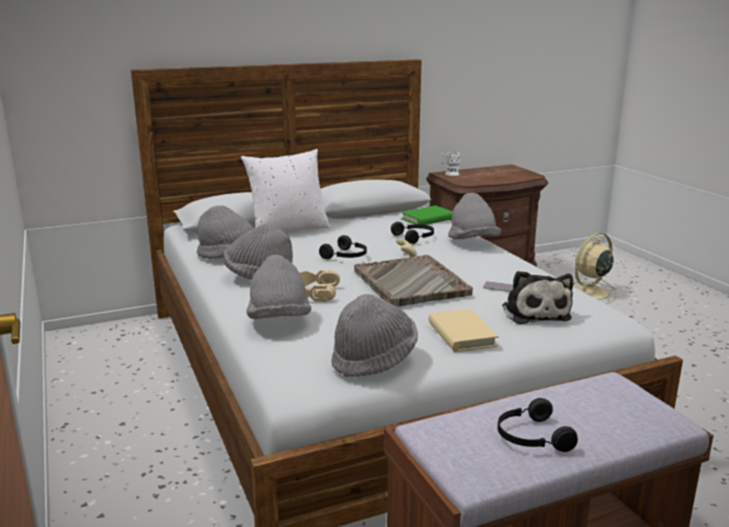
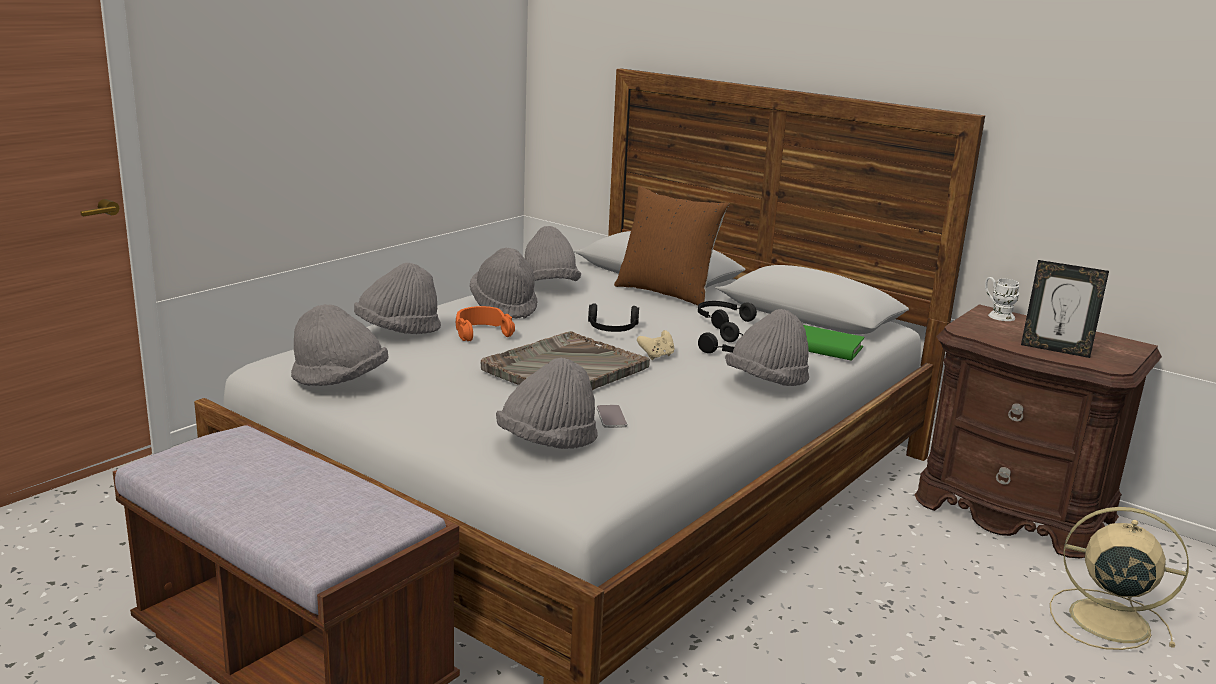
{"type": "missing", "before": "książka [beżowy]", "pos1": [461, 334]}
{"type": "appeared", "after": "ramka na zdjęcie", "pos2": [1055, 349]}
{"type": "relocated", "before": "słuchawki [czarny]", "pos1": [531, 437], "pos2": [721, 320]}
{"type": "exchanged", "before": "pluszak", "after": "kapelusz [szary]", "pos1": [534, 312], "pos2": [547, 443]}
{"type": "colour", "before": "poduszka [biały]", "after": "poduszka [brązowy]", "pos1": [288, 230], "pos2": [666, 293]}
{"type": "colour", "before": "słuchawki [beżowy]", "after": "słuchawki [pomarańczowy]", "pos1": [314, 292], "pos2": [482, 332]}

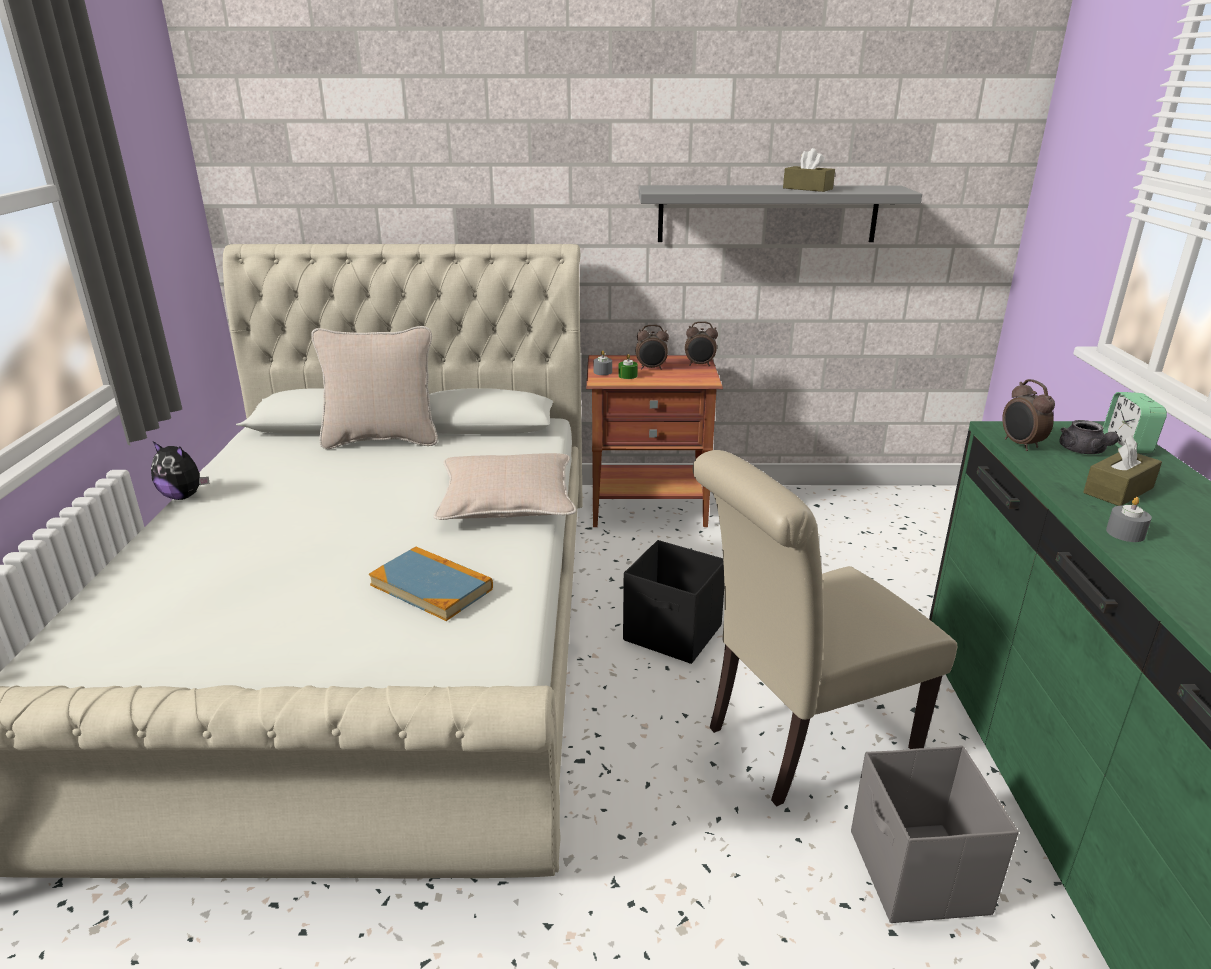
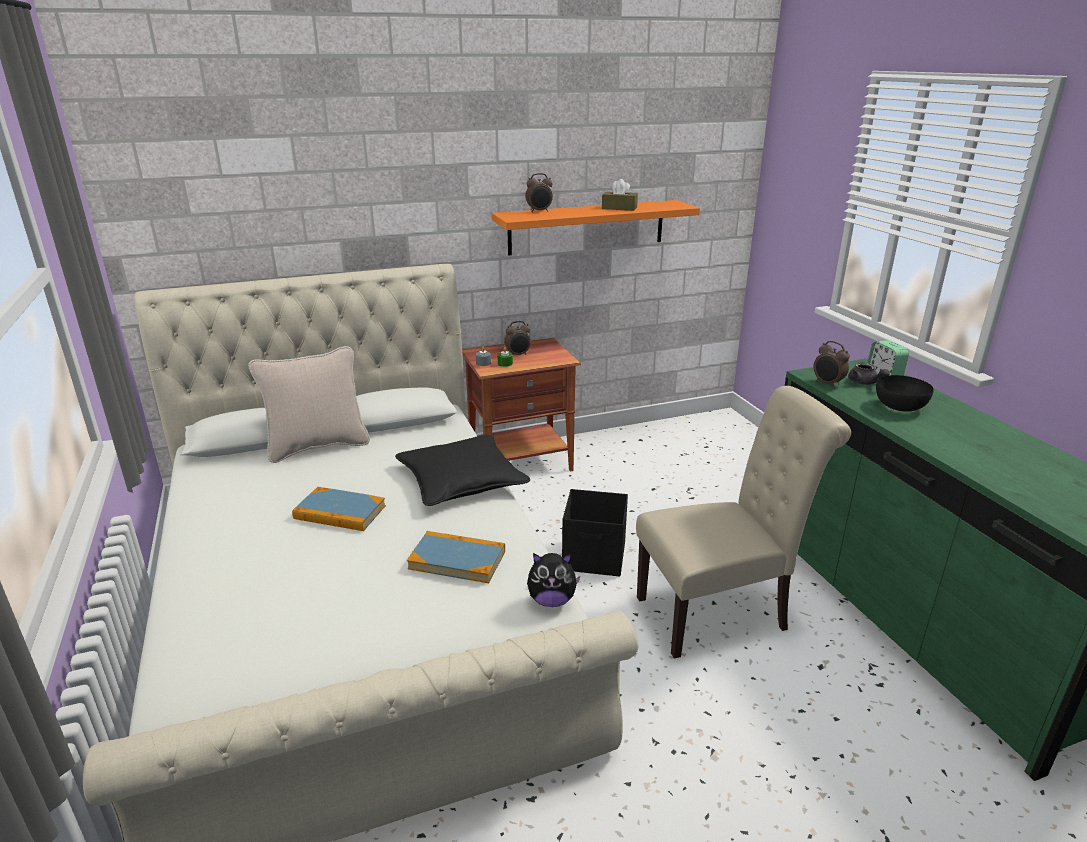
{"type": "missing", "before": "pojemnik do przechowywania [szary]", "pos1": [917, 874]}
{"type": "missing", "before": "świeca [szary]", "pos1": [1125, 533]}
{"type": "appeared", "after": "książka", "pos2": [340, 512]}
{"type": "relocated", "before": "pluszak", "pos1": [184, 496], "pos2": [552, 600]}
{"type": "relocated", "before": "budzik", "pos1": [700, 365], "pos2": [539, 211]}
{"type": "exchanged", "before": "pudełko chusteczek [brązowy]", "after": "miska [czarny]", "pos1": [1118, 490], "pos2": [900, 406]}
{"type": "colour", "before": "poduszka [beżowy]", "after": "poduszka [czarny]", "pos1": [507, 499], "pos2": [461, 479]}
{"type": "colour", "before": "półka [szary]", "after": "półka [pomarańczowy]", "pos1": [767, 214], "pos2": [587, 227]}
{"type": "spun", "before": "krzesło [beżowy]", "pos1": [800, 741], "pos2": [720, 612], "turn": -150}

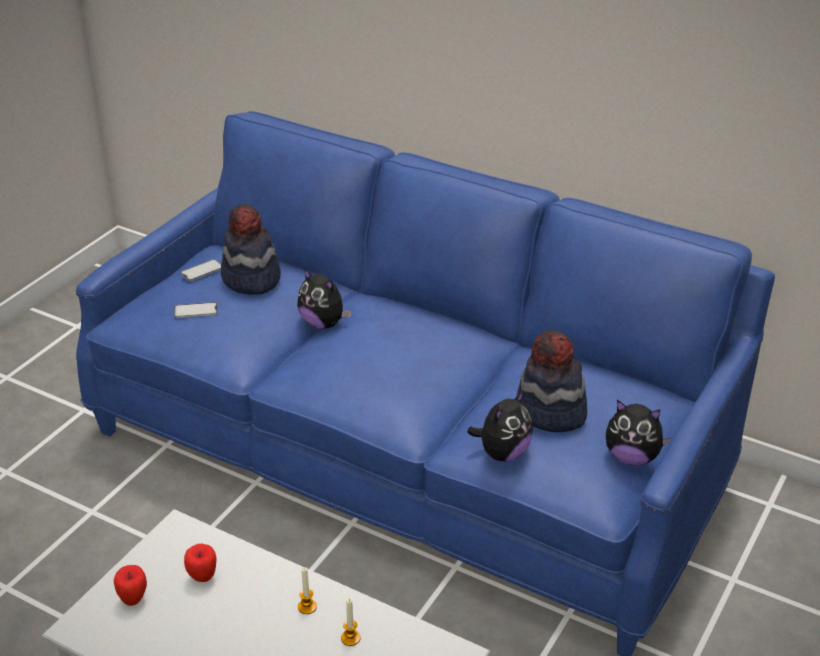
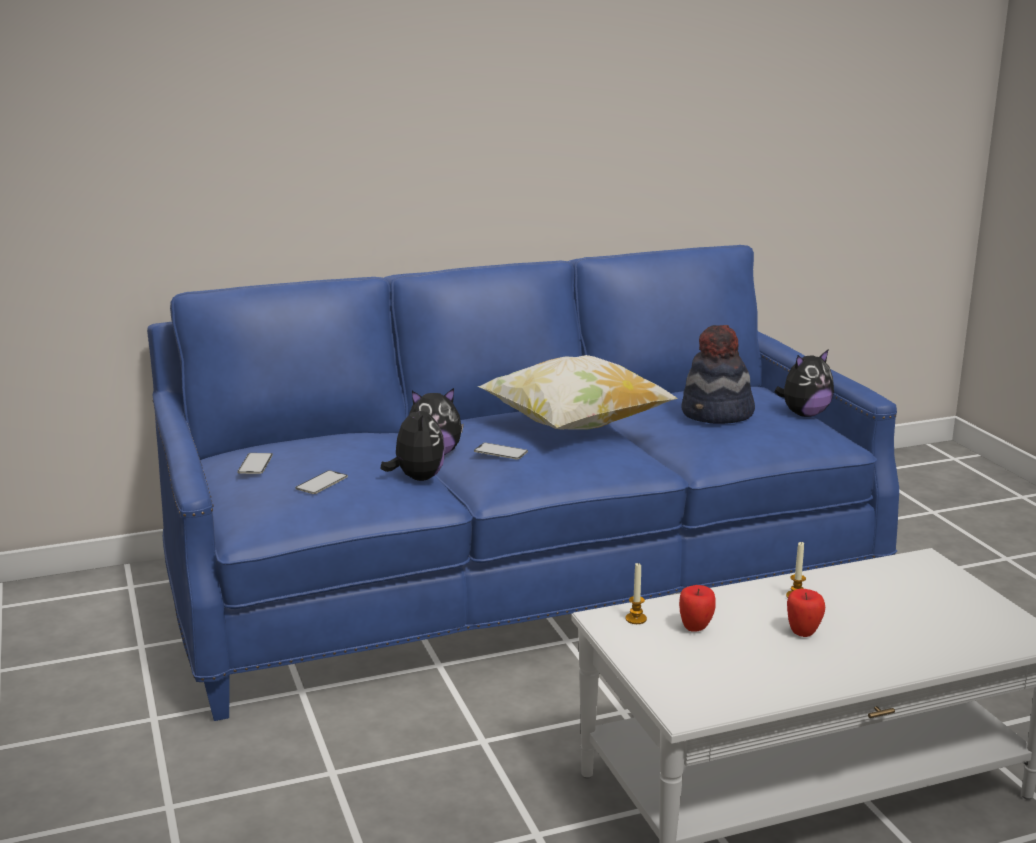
{"type": "missing", "before": "kapelusz", "pos1": [251, 279]}
{"type": "appeared", "after": "telefon", "pos2": [500, 451]}
{"type": "appeared", "after": "poduszka", "pos2": [575, 427]}
{"type": "relocated", "before": "jabłko", "pos1": [133, 600], "pos2": [803, 632]}
{"type": "relocated", "before": "świeca", "pos1": [350, 638], "pos2": [636, 619]}
{"type": "relocated", "before": "pluszak", "pos1": [502, 453], "pos2": [417, 478]}

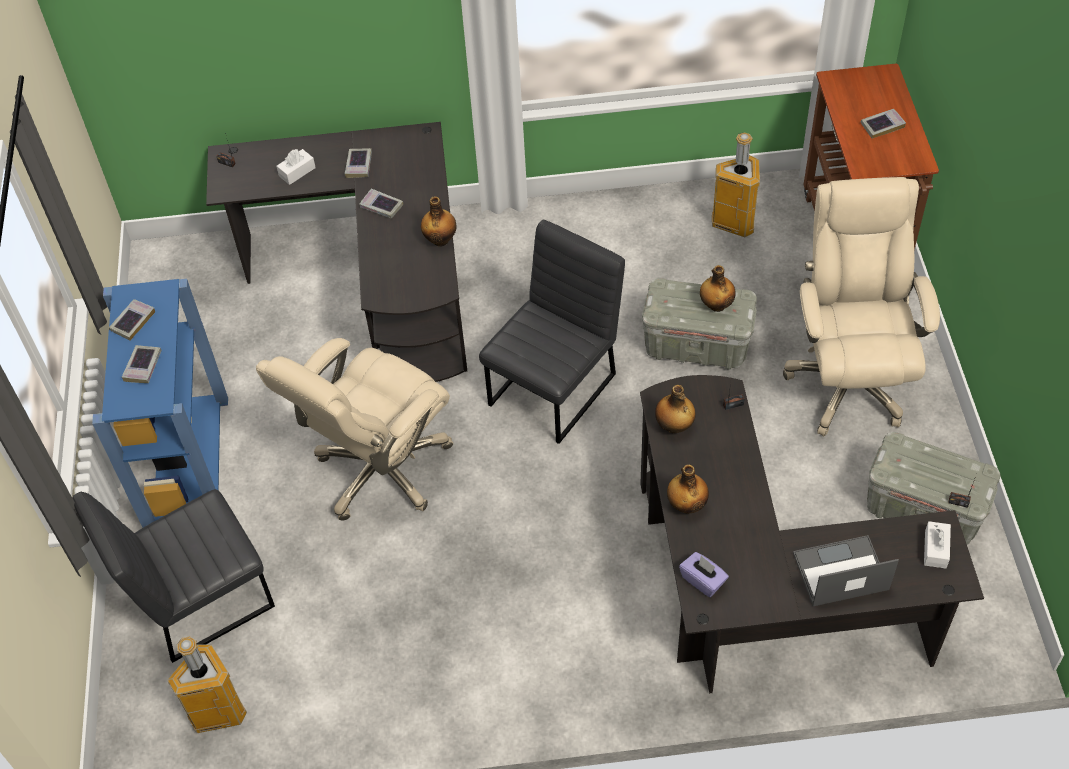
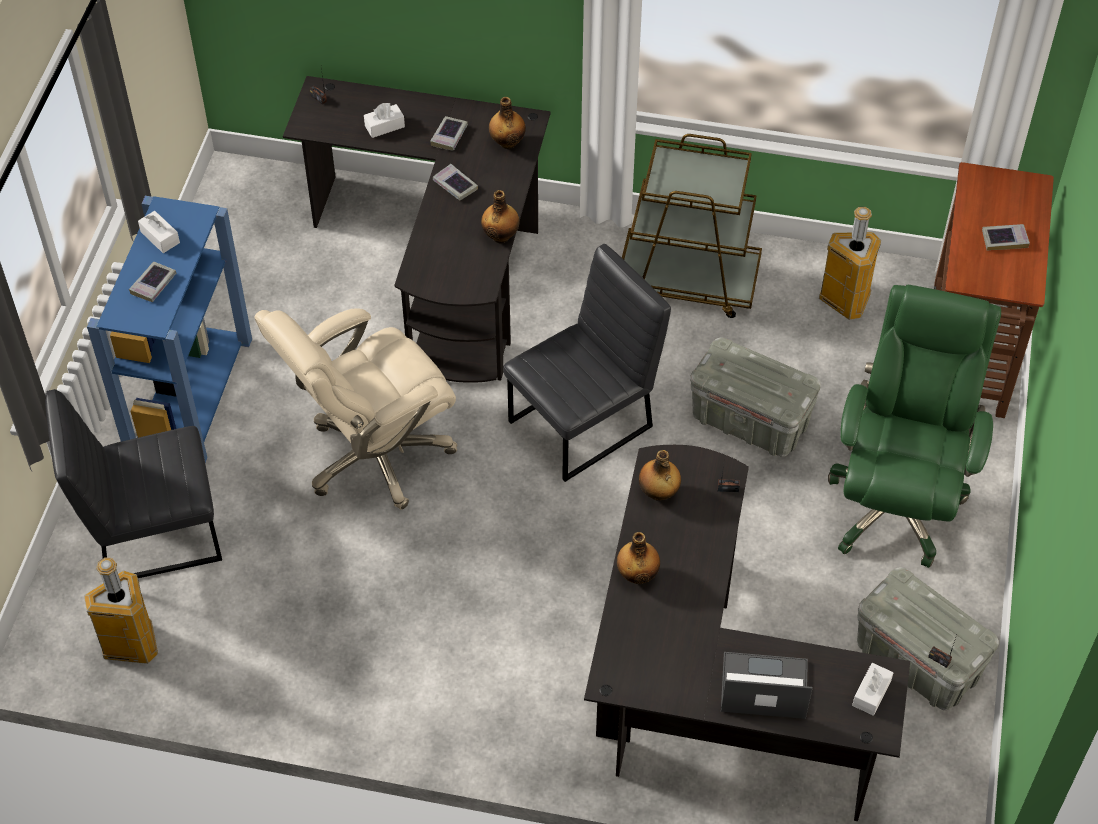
{"type": "missing", "before": "pudełko chusteczek [fioletowy]", "pos1": [703, 580]}
{"type": "appeared", "after": "wózek [brązowy]", "pos2": [688, 281]}
{"type": "relocated", "before": "butelka", "pos1": [716, 305], "pos2": [507, 142]}
{"type": "exchanged", "before": "książka", "after": "pudełko chusteczek [biały]", "pos1": [133, 321], "pos2": [160, 237]}
{"type": "colour", "before": "krzesło biurowe [beżowy]", "after": "krzesło biurowe [zielony]", "pos1": [849, 379], "pos2": [897, 503]}

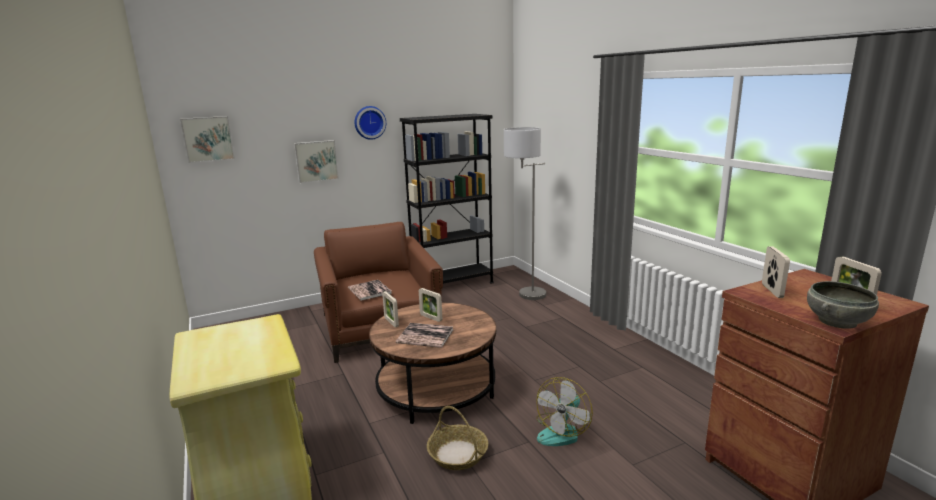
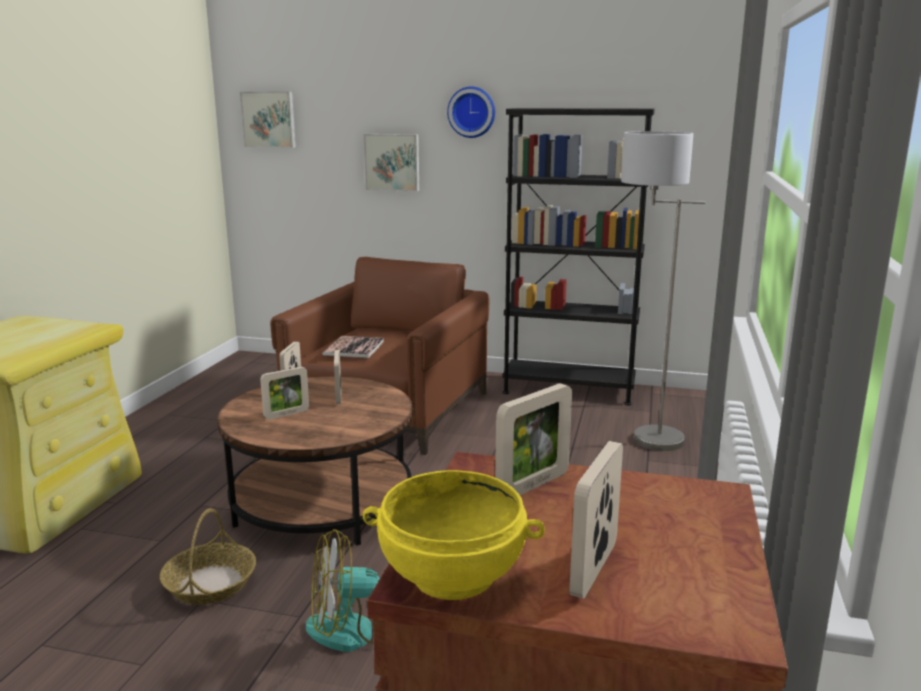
{"type": "exchanged", "before": "książka", "after": "ramka na zdjęcie", "pos1": [425, 336], "pos2": [286, 414]}
{"type": "colour", "before": "miska [szary]", "after": "miska [żółty]", "pos1": [836, 321], "pos2": [453, 574]}

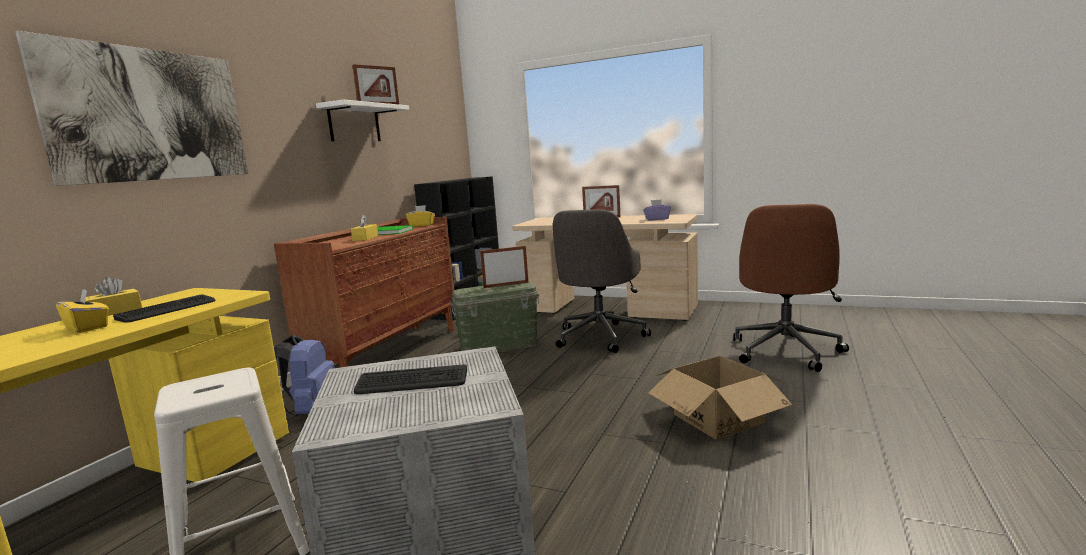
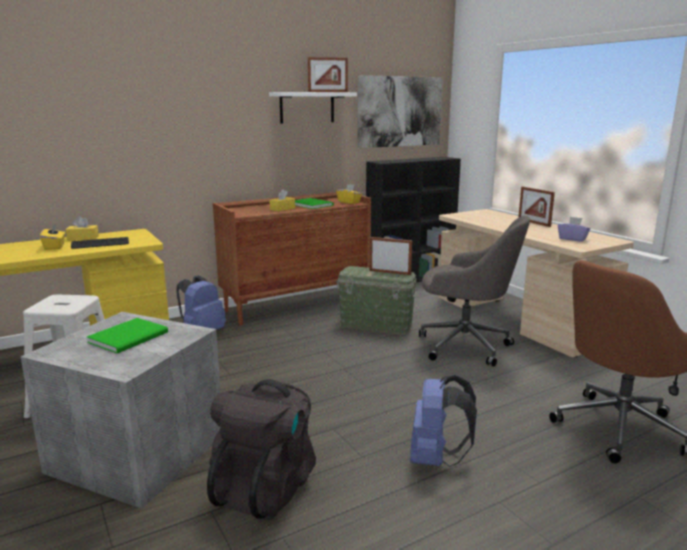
{"type": "appeared", "after": "plecak [czarny]", "pos2": [266, 487]}
{"type": "relocated", "before": "obraz", "pos1": [150, 115], "pos2": [400, 111]}
{"type": "exchanged", "before": "klawiatura", "after": "książka [zielony]", "pos1": [412, 382], "pos2": [131, 337]}
{"type": "exchanged", "before": "karton", "after": "plecak [niebieski]", "pos1": [718, 418], "pos2": [436, 459]}
{"type": "spun", "before": "krzesło biurowe [szary]", "pos1": [600, 337], "pos2": [465, 346], "turn": -120}

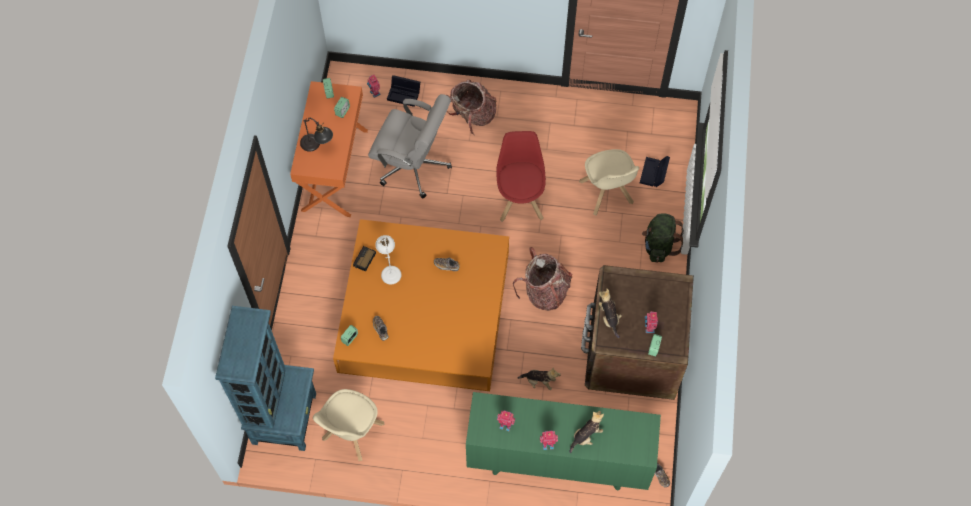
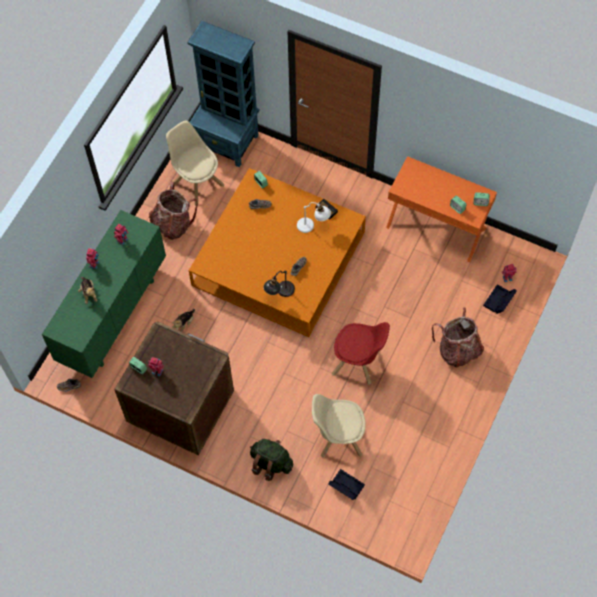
{"type": "missing", "before": "krzesło biurowe [szary]", "pos1": [413, 166]}
{"type": "missing", "before": "pluszak", "pos1": [609, 317]}
{"type": "relocated", "before": "lampa stołowa [szary]", "pos1": [318, 146], "pos2": [280, 293]}
{"type": "relocated", "before": "plecak", "pos1": [544, 292], "pos2": [173, 223]}

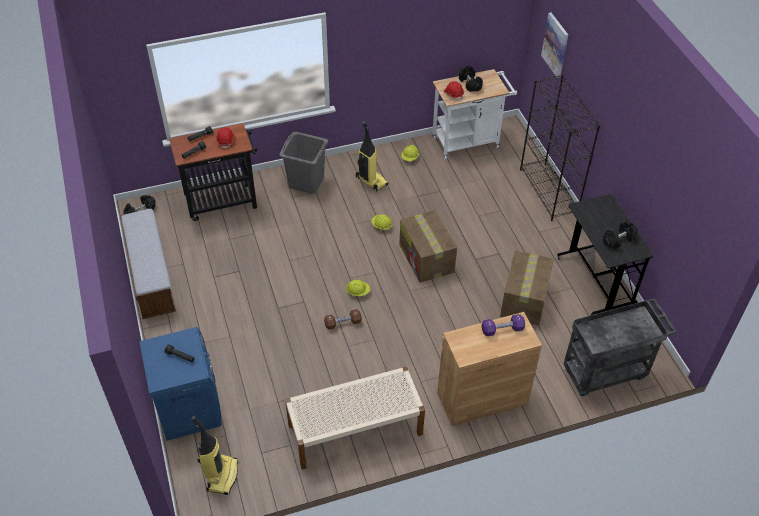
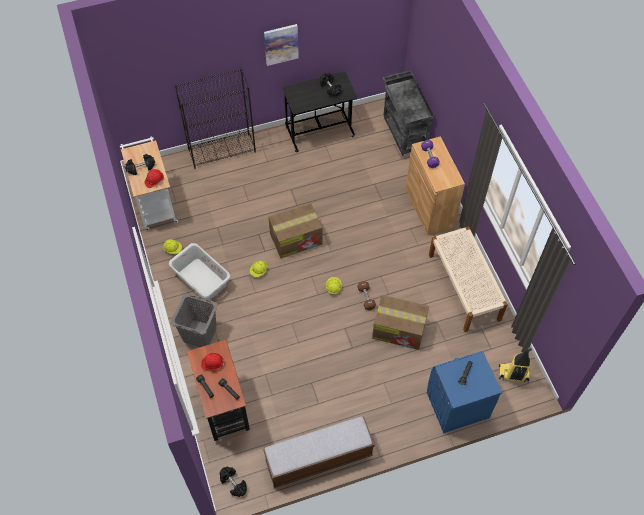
{"type": "relocated", "before": "karton", "pos1": [524, 300], "pos2": [399, 330]}
{"type": "relocated", "before": "obraz", "pos1": [555, 45], "pos2": [281, 44]}
{"type": "exchanged", "before": "odkurzacz", "after": "kosz na pranie [szary]", "pos1": [371, 181], "pos2": [201, 280]}

